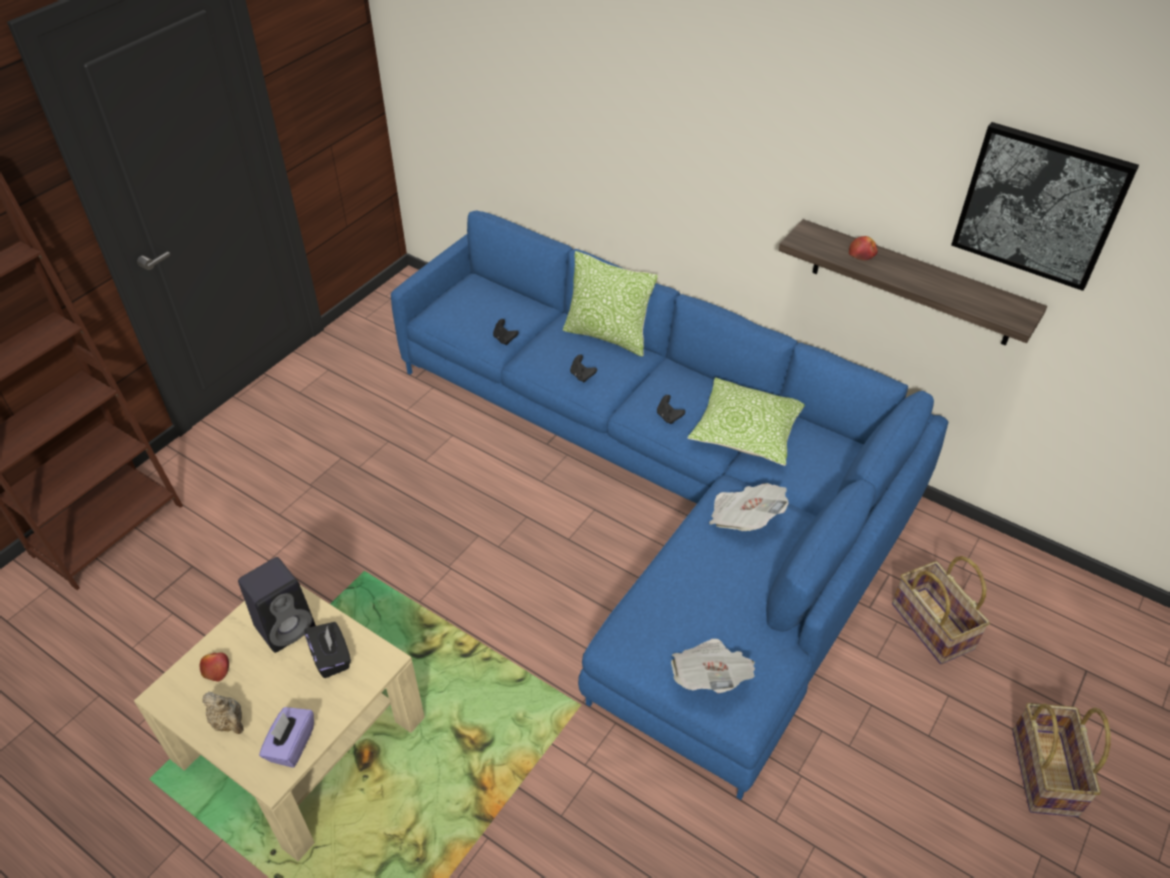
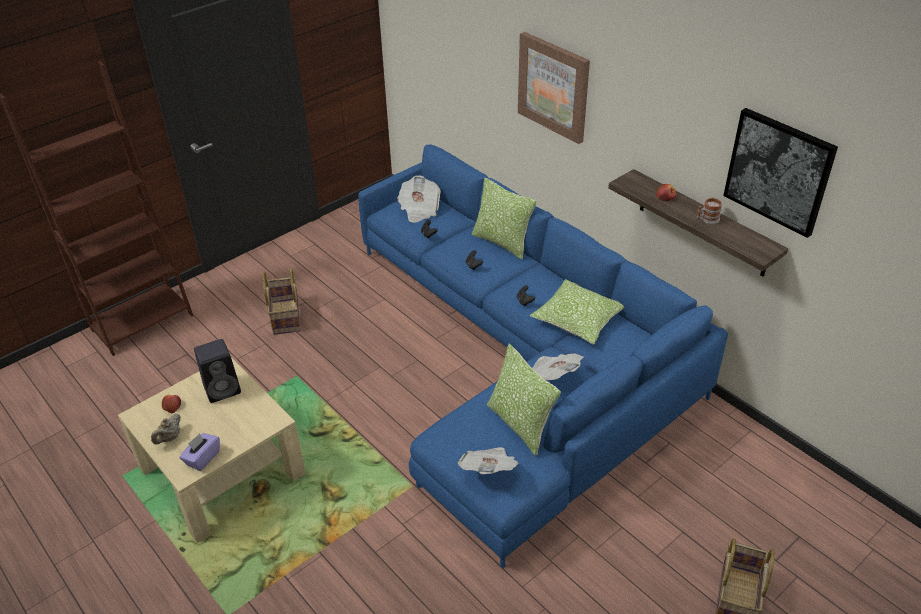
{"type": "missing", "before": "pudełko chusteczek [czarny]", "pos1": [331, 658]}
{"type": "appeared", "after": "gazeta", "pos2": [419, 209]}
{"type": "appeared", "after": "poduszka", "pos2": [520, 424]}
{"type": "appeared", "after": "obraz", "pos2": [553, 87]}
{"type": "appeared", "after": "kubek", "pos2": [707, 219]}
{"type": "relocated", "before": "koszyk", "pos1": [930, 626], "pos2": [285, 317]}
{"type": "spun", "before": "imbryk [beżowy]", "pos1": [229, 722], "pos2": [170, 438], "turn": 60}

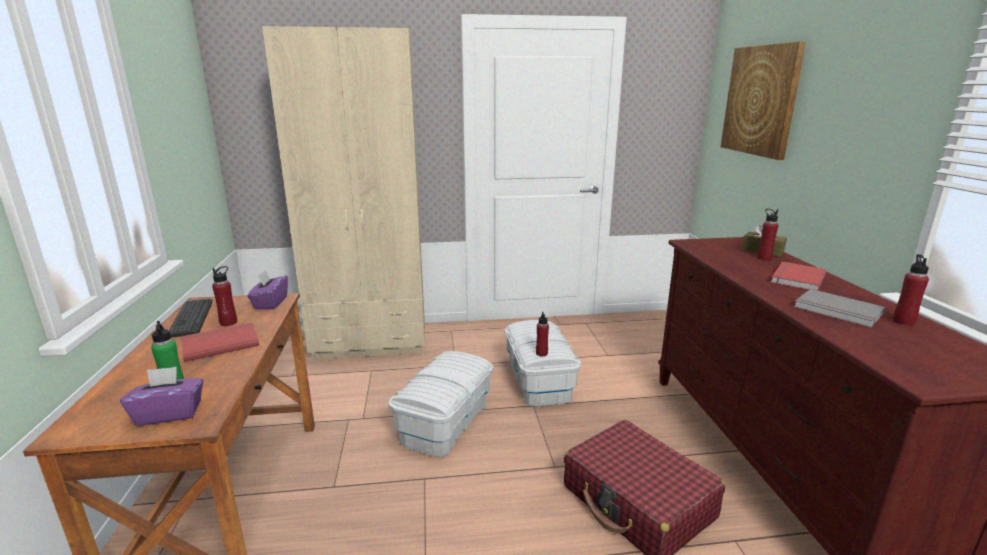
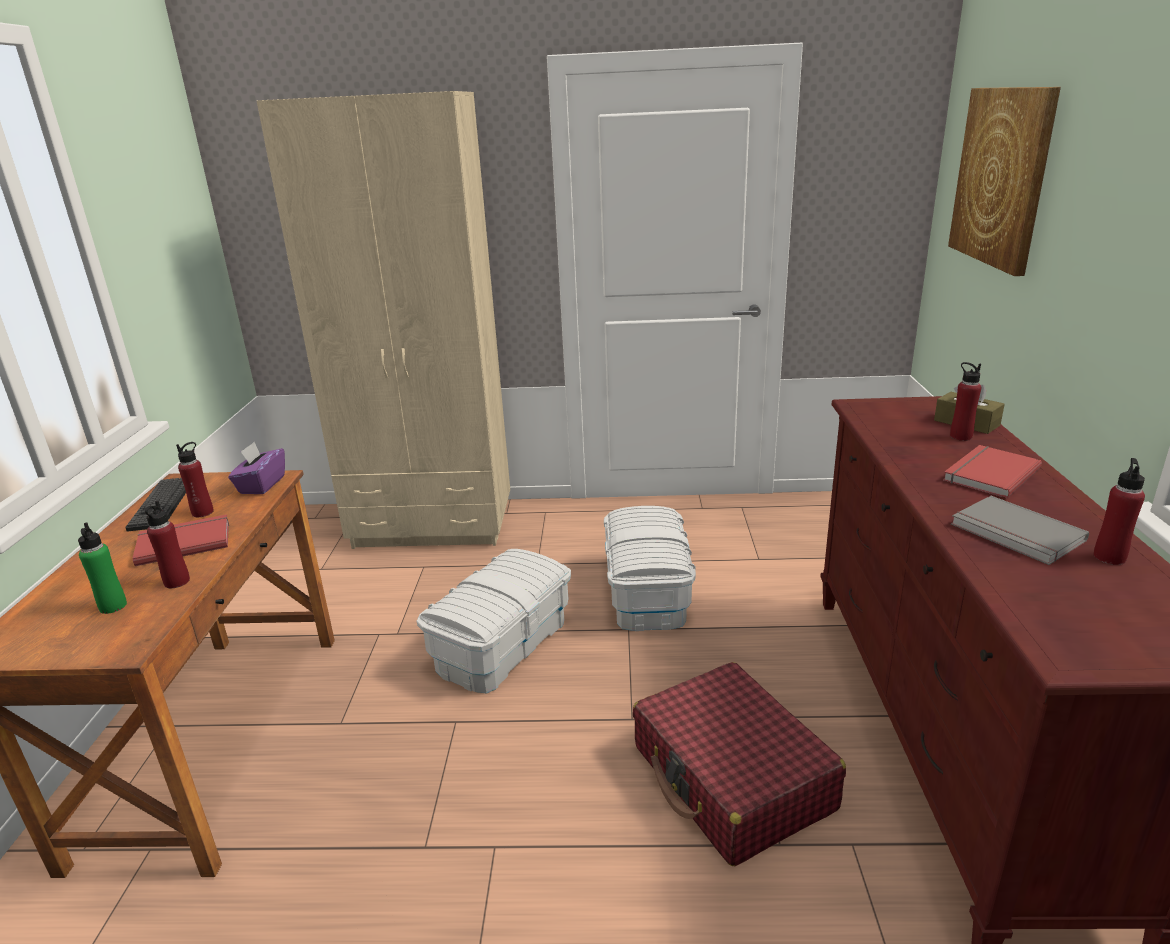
{"type": "missing", "before": "pudełko chusteczek [fioletowy]", "pos1": [170, 413]}
{"type": "relocated", "before": "butelka [czerwony]", "pos1": [541, 353], "pos2": [177, 582]}

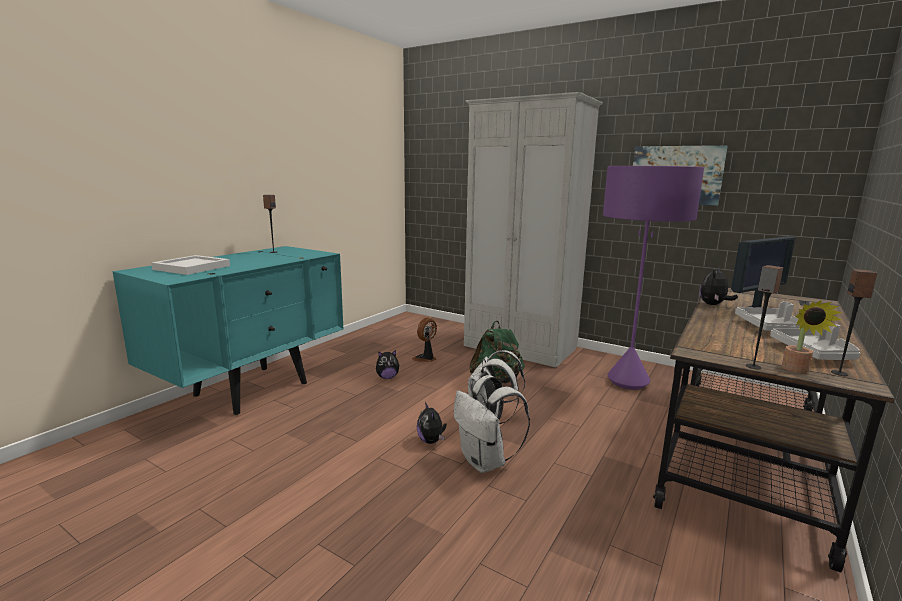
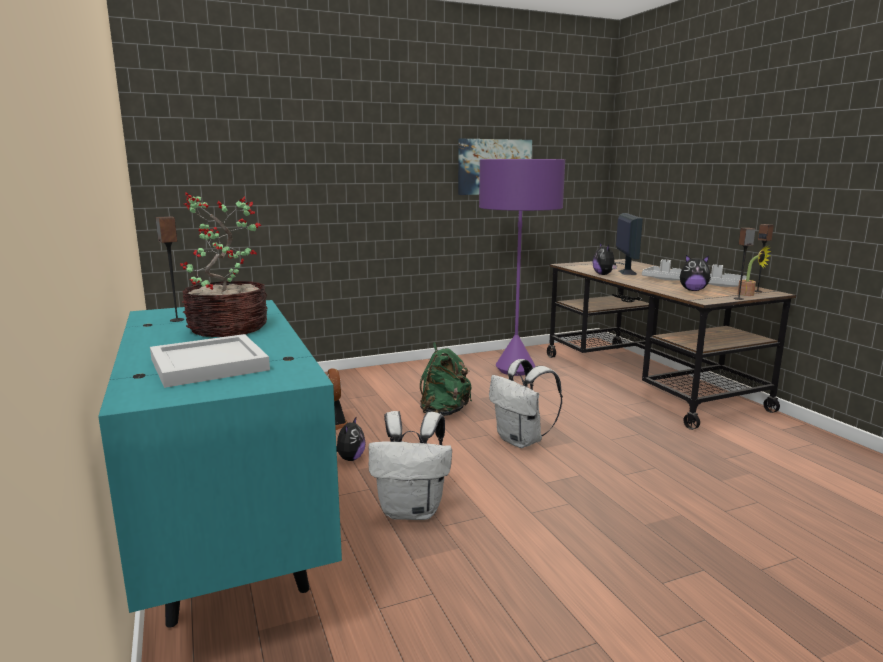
{"type": "missing", "before": "szafa [biały]", "pos1": [520, 347]}
{"type": "appeared", "after": "roślina doniczkowa", "pos2": [226, 329]}
{"type": "relocated", "before": "pluszak", "pos1": [431, 441], "pos2": [693, 290]}
{"type": "relocated", "before": "plecak [biały]", "pos1": [485, 462], "pos2": [412, 510]}

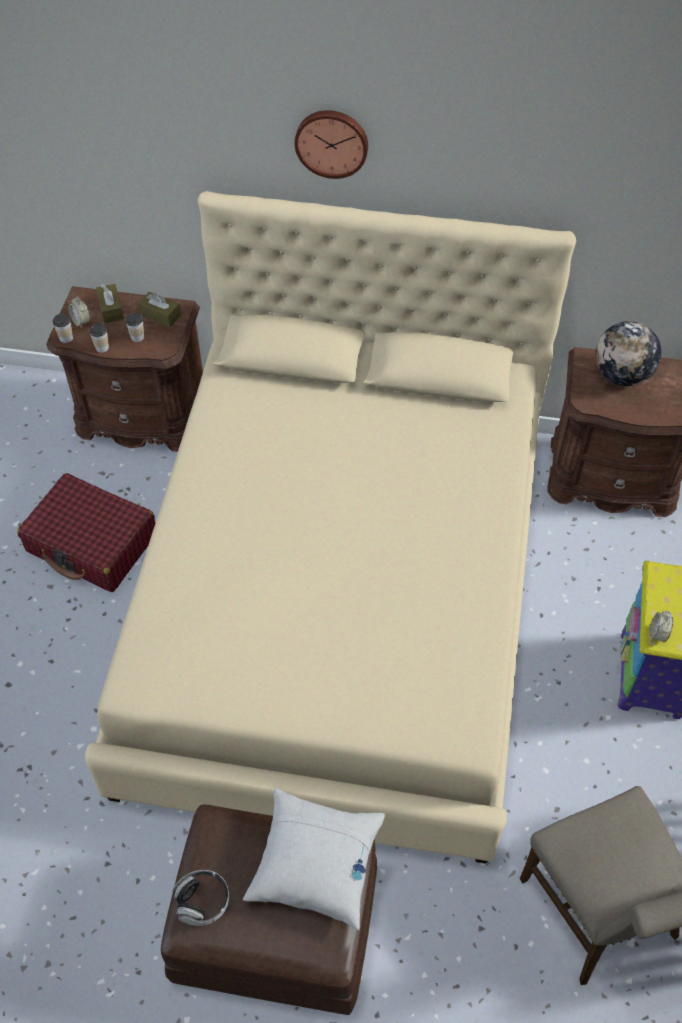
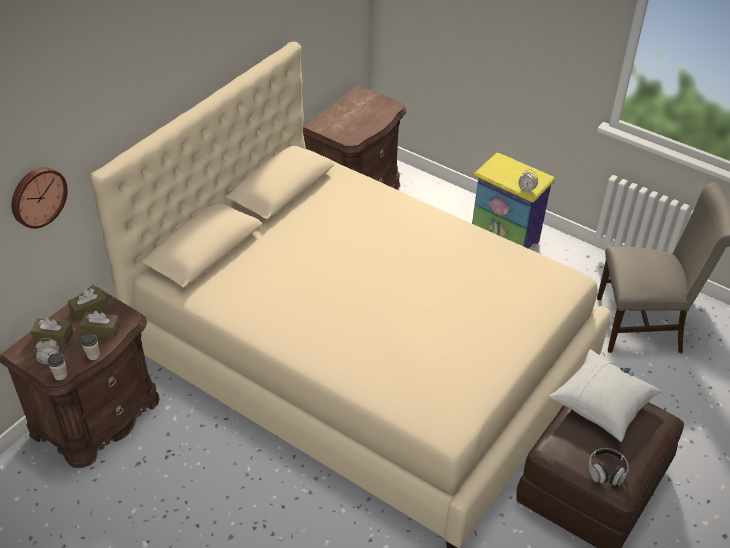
{"type": "missing", "before": "walizka [czerwony]", "pos1": [92, 543]}
{"type": "missing", "before": "globus", "pos1": [621, 376]}
{"type": "relocated", "before": "zegar ścienny", "pos1": [332, 142], "pos2": [37, 196]}
{"type": "exchanged", "before": "filiżanka", "after": "pudełko chusteczek [brązowy]", "pos1": [137, 337], "pos2": [101, 330]}

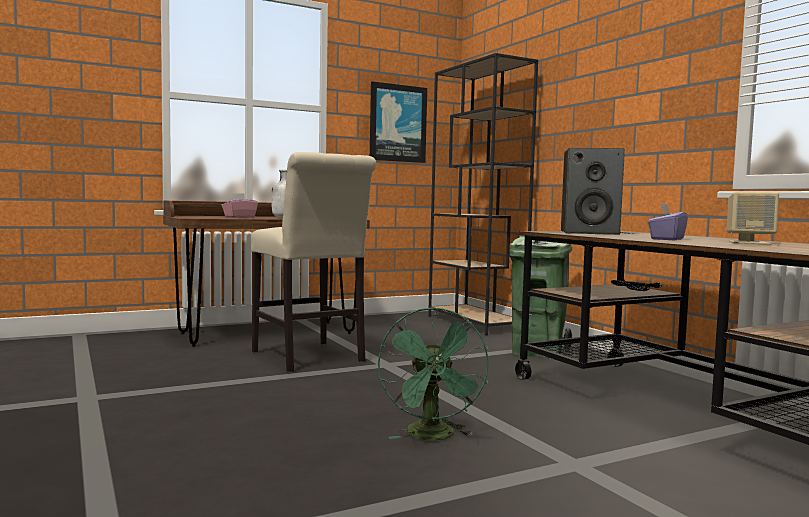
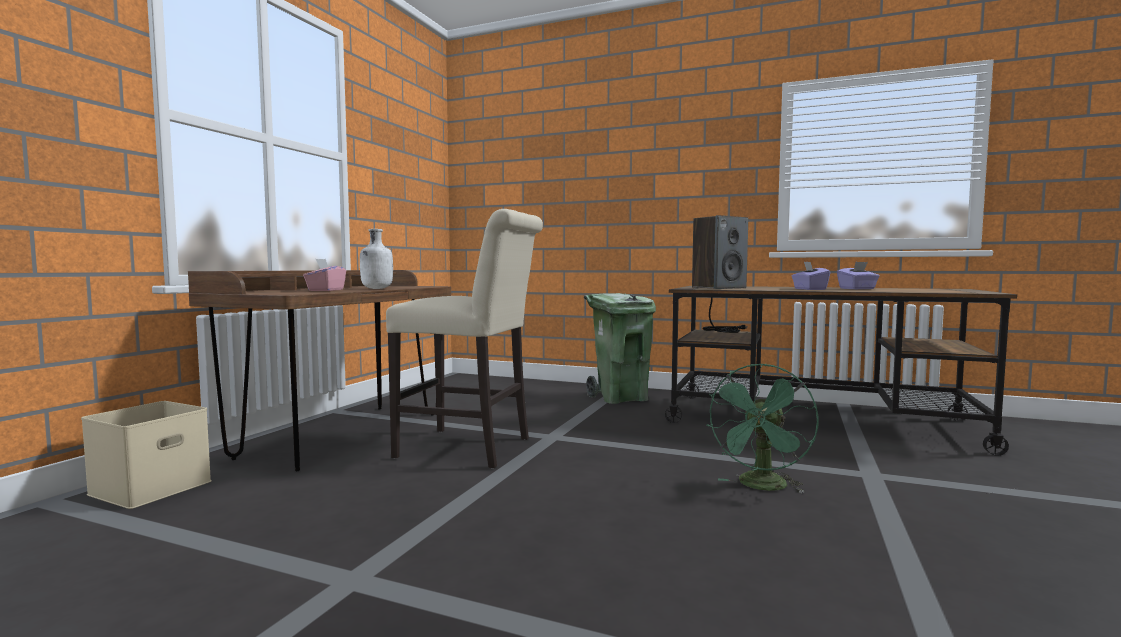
{"type": "missing", "before": "obraz", "pos1": [397, 123]}
{"type": "missing", "before": "regał", "pos1": [476, 323]}
{"type": "appeared", "after": "pojemnik do przechowywania [beżowy]", "pos2": [152, 487]}
{"type": "exchanged", "before": "głośnik [beżowy]", "after": "pudełko chusteczek [fioletowy]", "pos1": [749, 243], "pos2": [857, 289]}
{"type": "spun", "before": "wentylator [zielony]", "pos1": [433, 437], "pos2": [762, 487], "turn": 75}

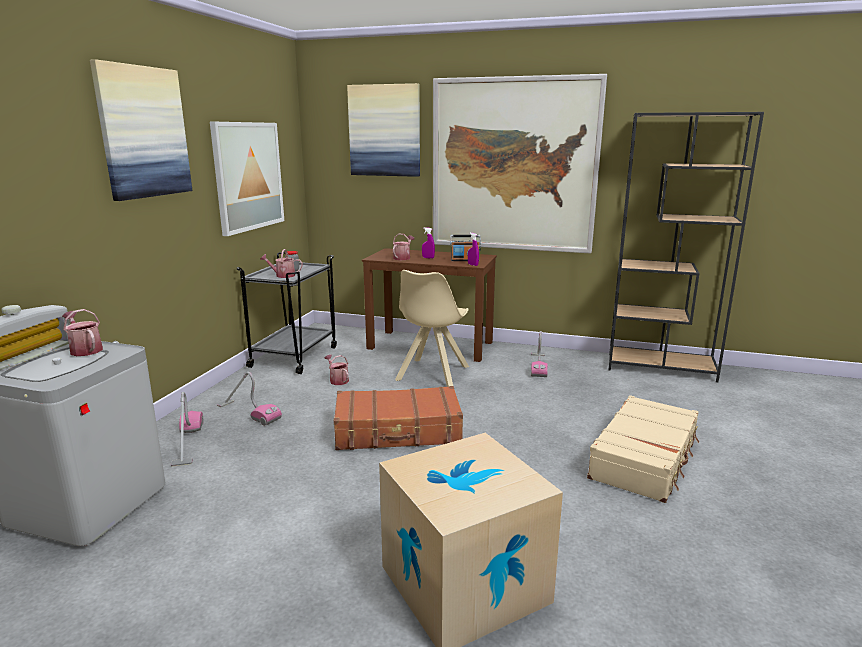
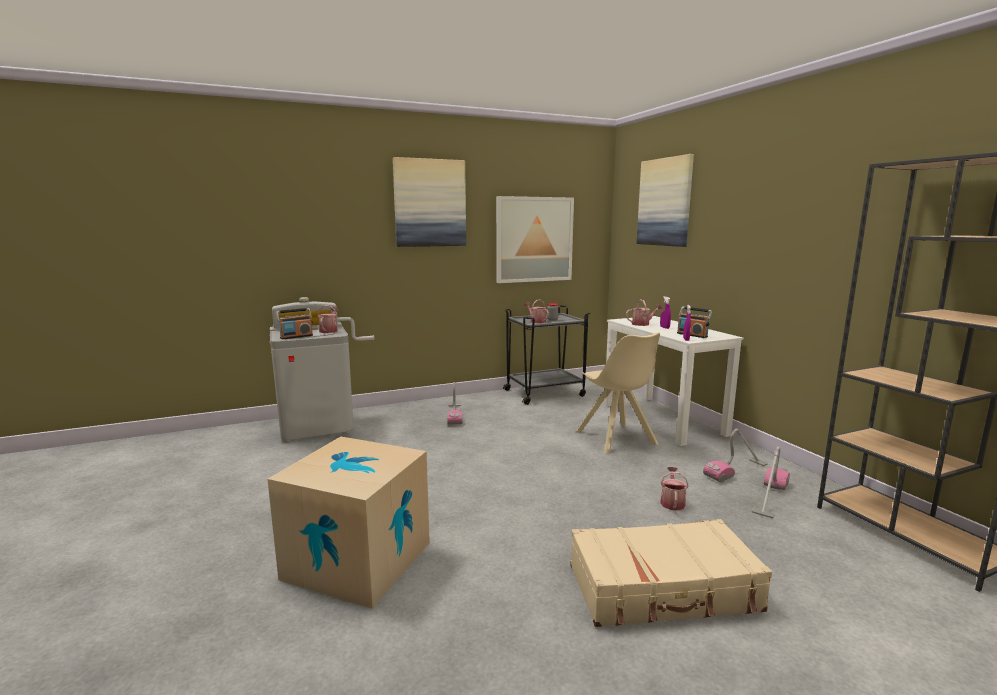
{"type": "missing", "before": "walizka [brązowy]", "pos1": [398, 431]}
{"type": "missing", "before": "obraz", "pos1": [514, 165]}
{"type": "appeared", "after": "radio", "pos2": [296, 336]}
{"type": "relocated", "before": "odkurzacz", "pos1": [188, 442], "pos2": [770, 496]}
{"type": "relocated", "before": "konewka", "pos1": [337, 380], "pos2": [672, 502]}
{"type": "colour", "before": "biurko [brązowy]", "after": "biurko [biały]", "pos1": [431, 345], "pos2": [663, 419]}
{"type": "spun", "before": "krzesło [beżowy]", "pos1": [431, 374], "pos2": [616, 438], "turn": -90}

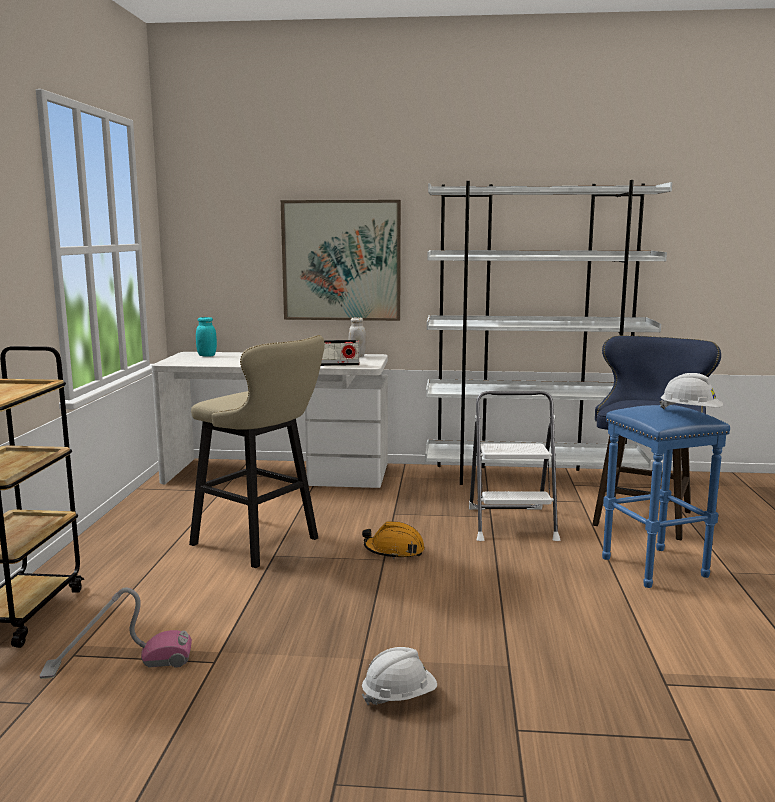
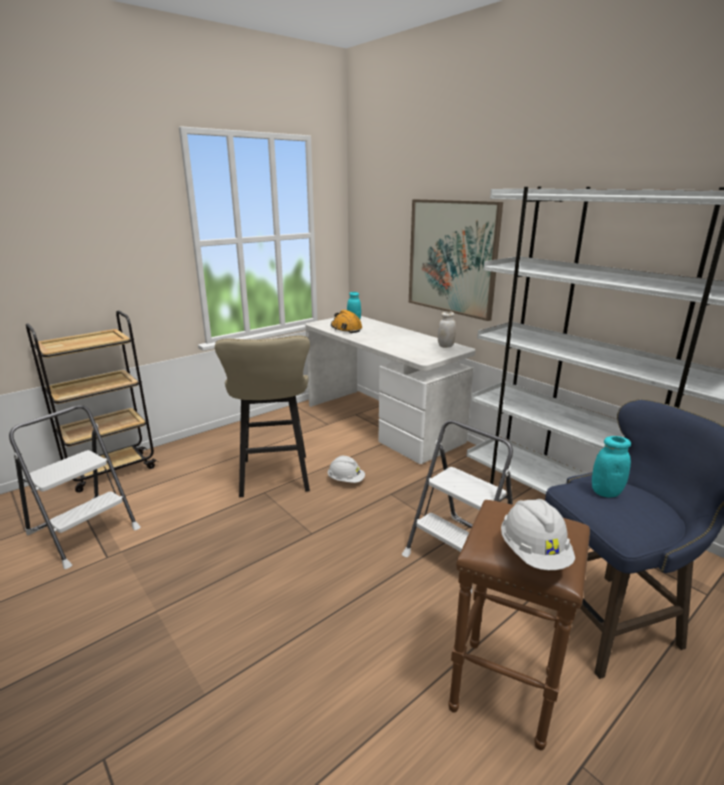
{"type": "missing", "before": "radio", "pos1": [337, 365]}
{"type": "appeared", "after": "słoik [turkusowy]", "pos2": [606, 492]}
{"type": "relocated", "before": "kask [pomarańczowy]", "pos1": [394, 551], "pos2": [346, 328]}
{"type": "relocated", "before": "kask [biały]", "pos1": [399, 697], "pos2": [346, 480]}
{"type": "exchanged", "before": "odkurzacz", "after": "drabinka [biały]", "pos1": [118, 664], "pos2": [82, 529]}
{"type": "colour", "before": "stołek [niebieski]", "after": "stołek [brązowy]", "pos1": [656, 567], "pos2": [505, 693]}

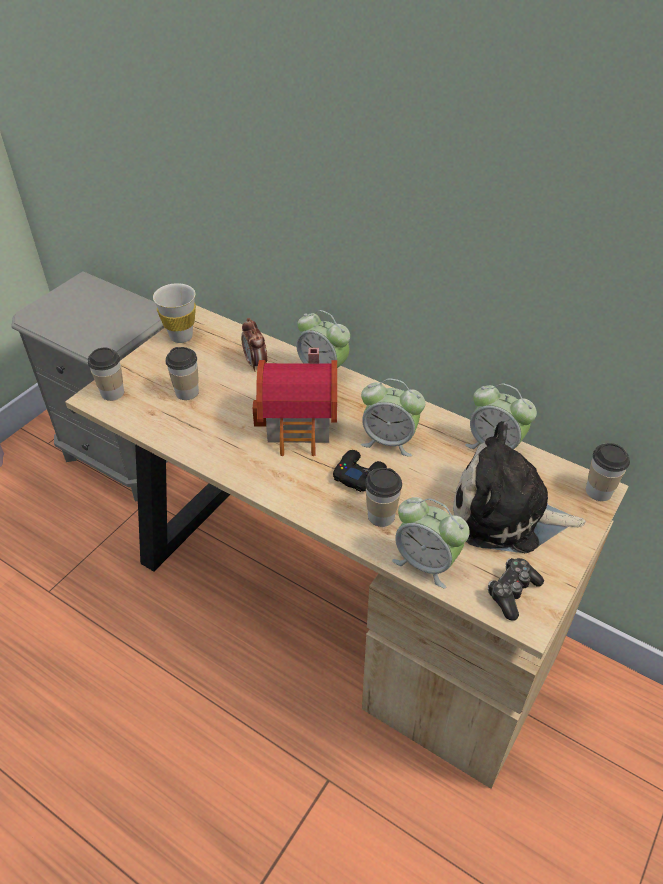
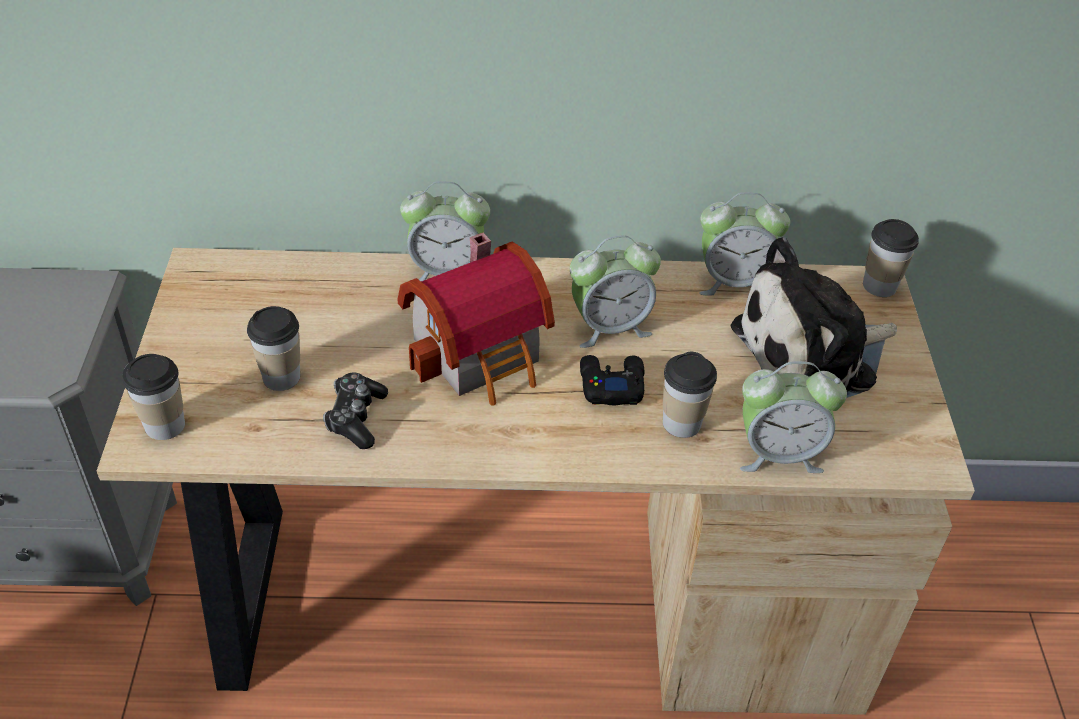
{"type": "missing", "before": "filiżanka [biały]", "pos1": [181, 336]}
{"type": "missing", "before": "budzik", "pos1": [256, 364]}
{"type": "relocated", "before": "pad do gier", "pos1": [512, 592], "pos2": [356, 418]}

